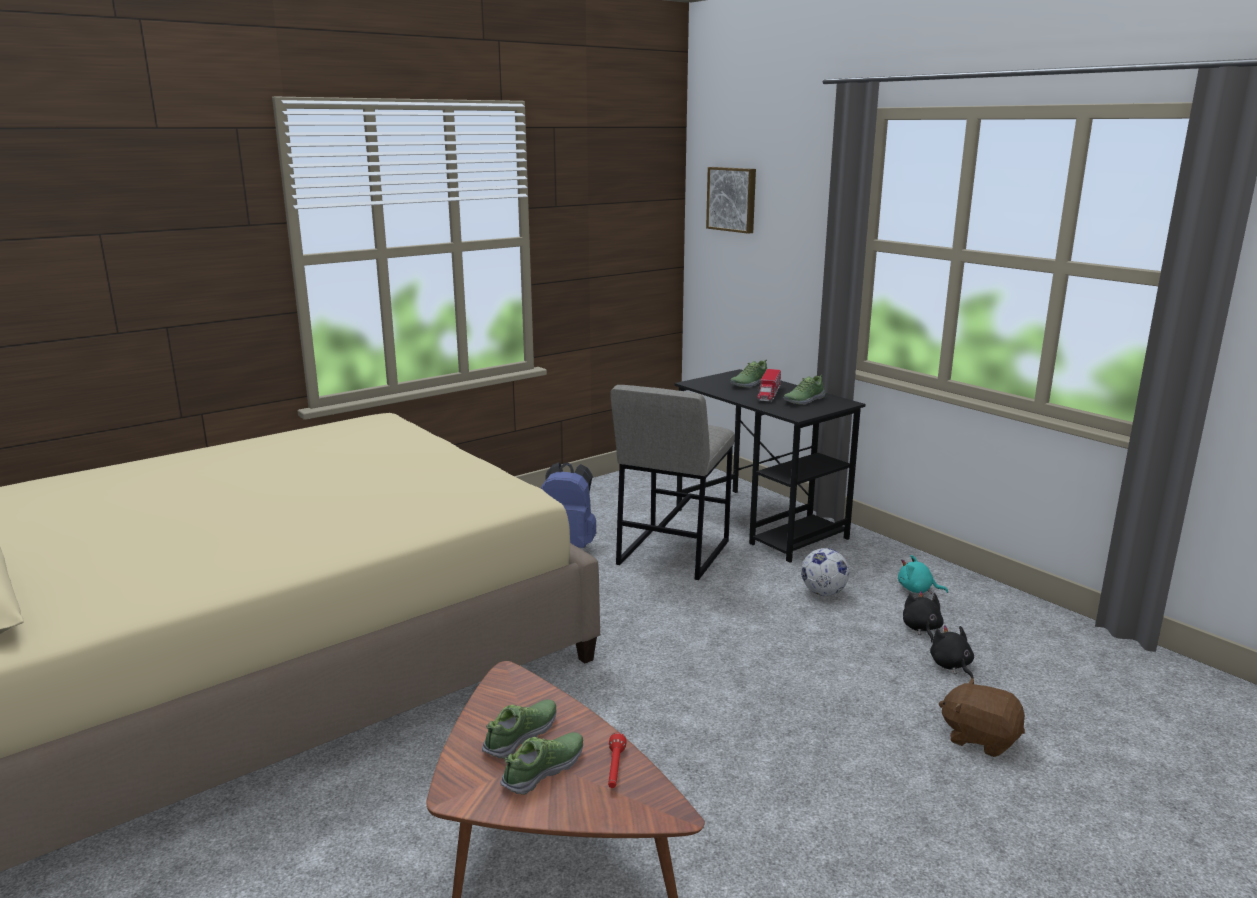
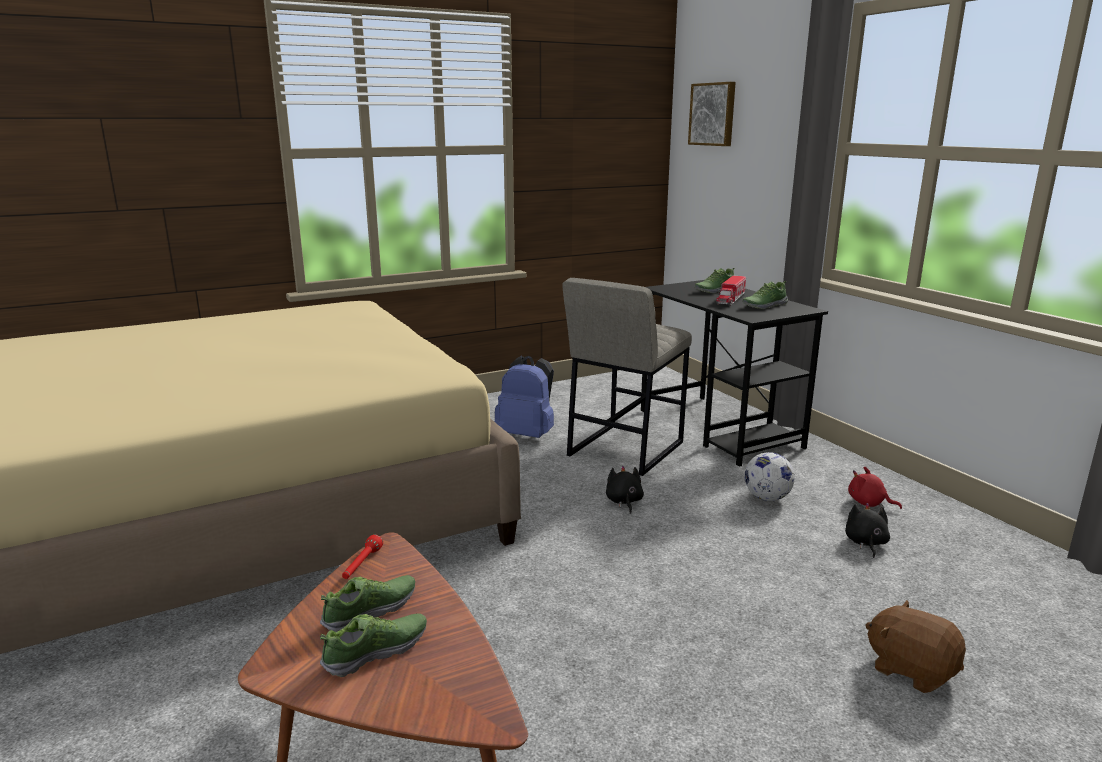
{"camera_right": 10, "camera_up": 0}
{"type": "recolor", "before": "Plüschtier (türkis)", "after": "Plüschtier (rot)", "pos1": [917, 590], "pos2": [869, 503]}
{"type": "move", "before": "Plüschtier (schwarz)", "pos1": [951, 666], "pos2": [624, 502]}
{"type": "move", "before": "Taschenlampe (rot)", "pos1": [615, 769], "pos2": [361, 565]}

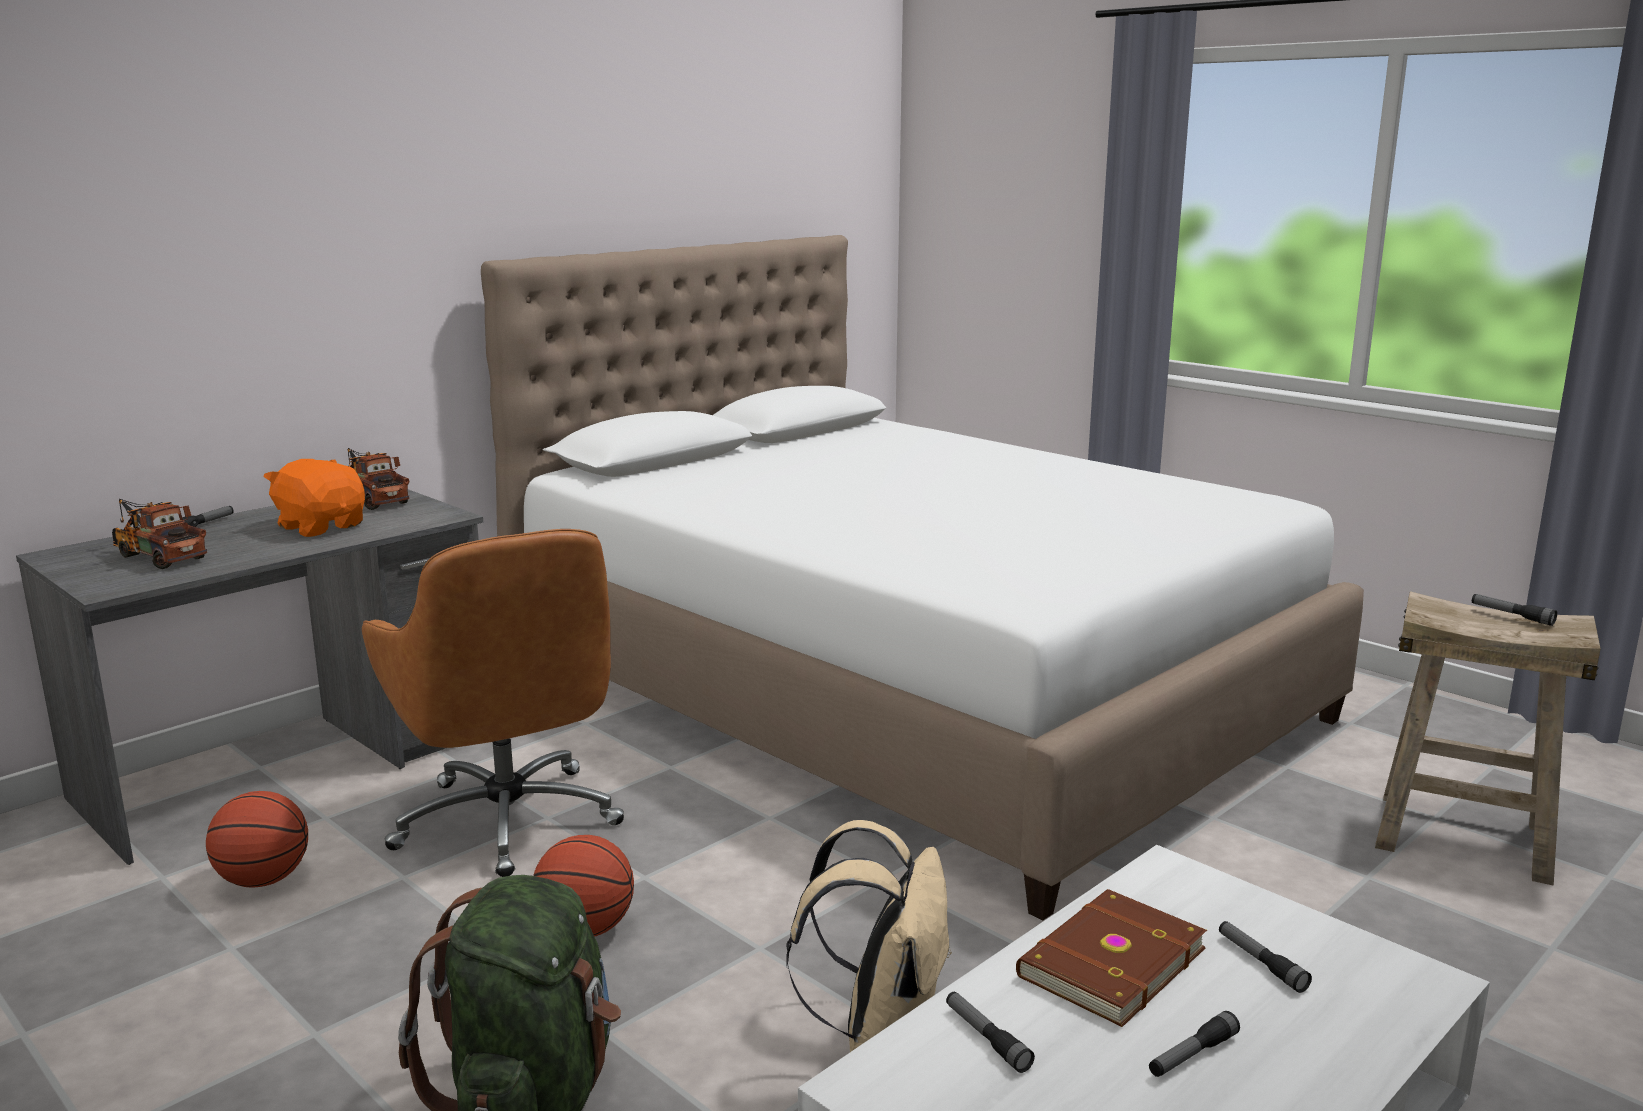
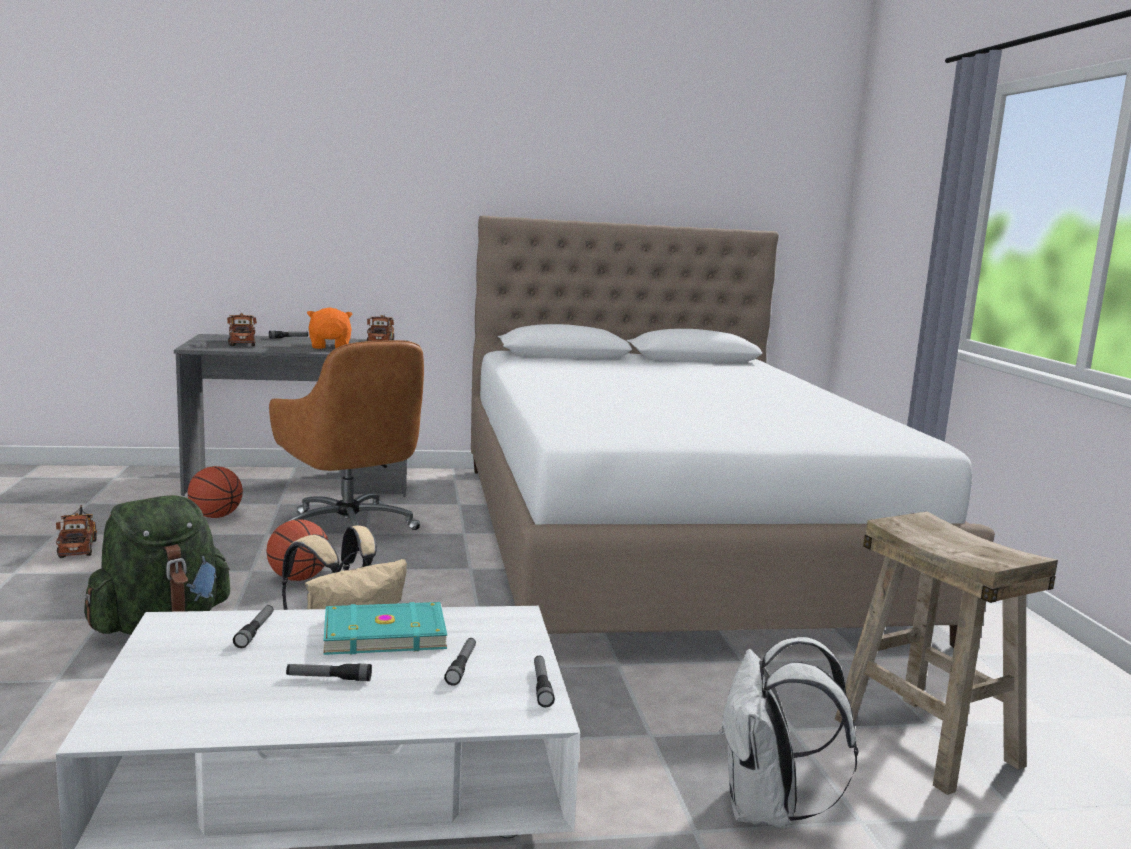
{"camera_right": 35, "camera_up": -5}
{"type": "rotate", "before": "Bürostuhl (braun)", "pos1": [506, 821], "pos2": [346, 528], "turn": -45}
{"type": "move", "before": "Taschenlampe", "pos1": [1511, 615], "pos2": [541, 686]}
{"type": "recolor", "before": "Buch (braun)", "after": "Buch (türkis)", "pos1": [1108, 961], "pos2": [383, 632]}
{"type": "insert", "after": "Spielzeuglaster", "pos2": [79, 546]}
{"type": "insert", "after": "Rucksack (weiß)", "pos2": [767, 810]}

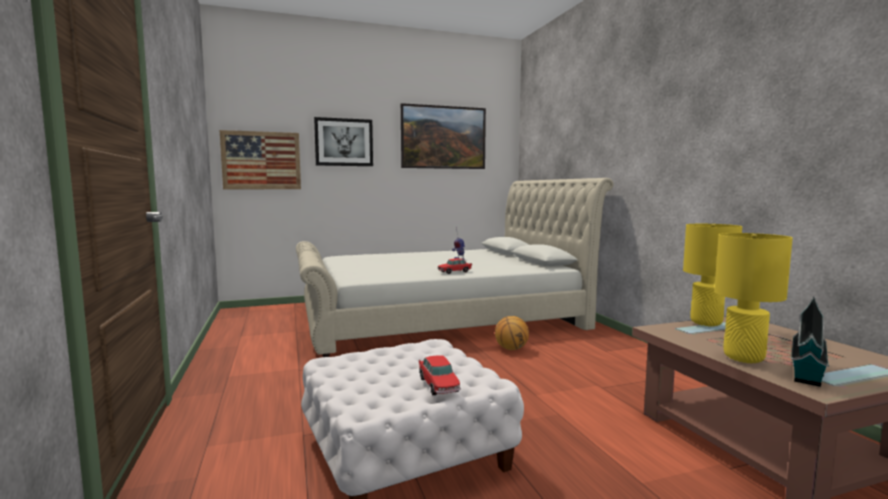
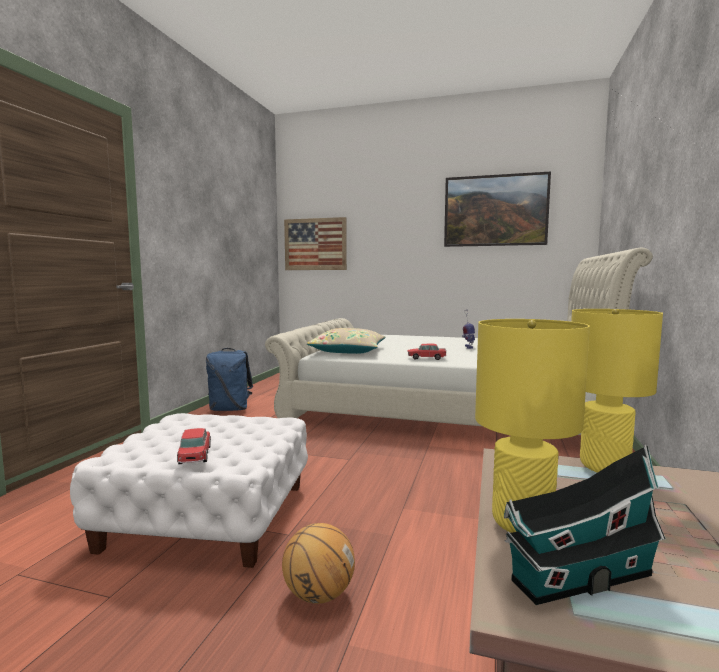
{"camera_right": 35, "camera_up": 0}
{"type": "delete", "before": "Bild", "pos1": [344, 142]}
{"type": "move", "before": "Basketball", "pos1": [511, 349], "pos2": [318, 595]}
{"type": "rotate", "before": "Spielzeugauto", "pos1": [438, 385], "pos2": [195, 455], "turn": 150}
{"type": "insert", "after": "Kissen (beige)", "pos2": [348, 351]}
{"type": "insert", "after": "Rucksack (blau)", "pos2": [230, 409]}

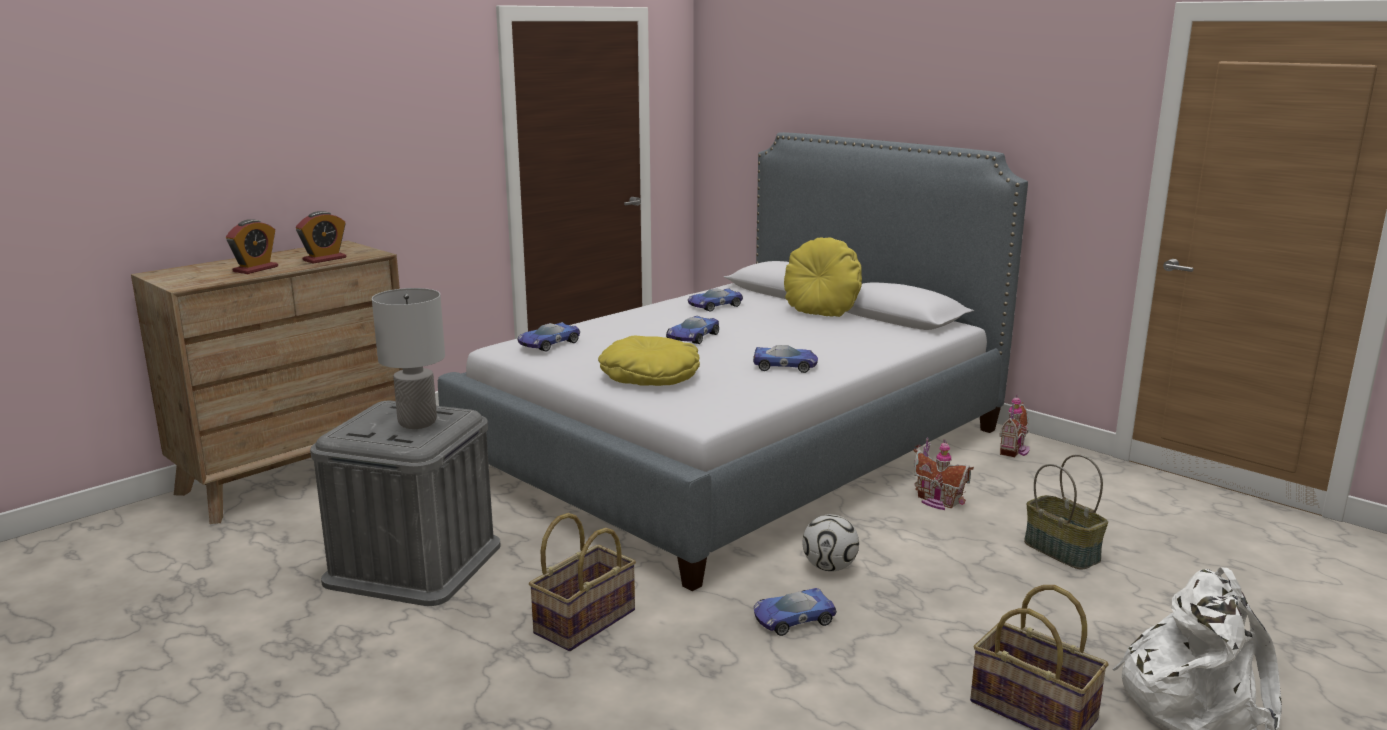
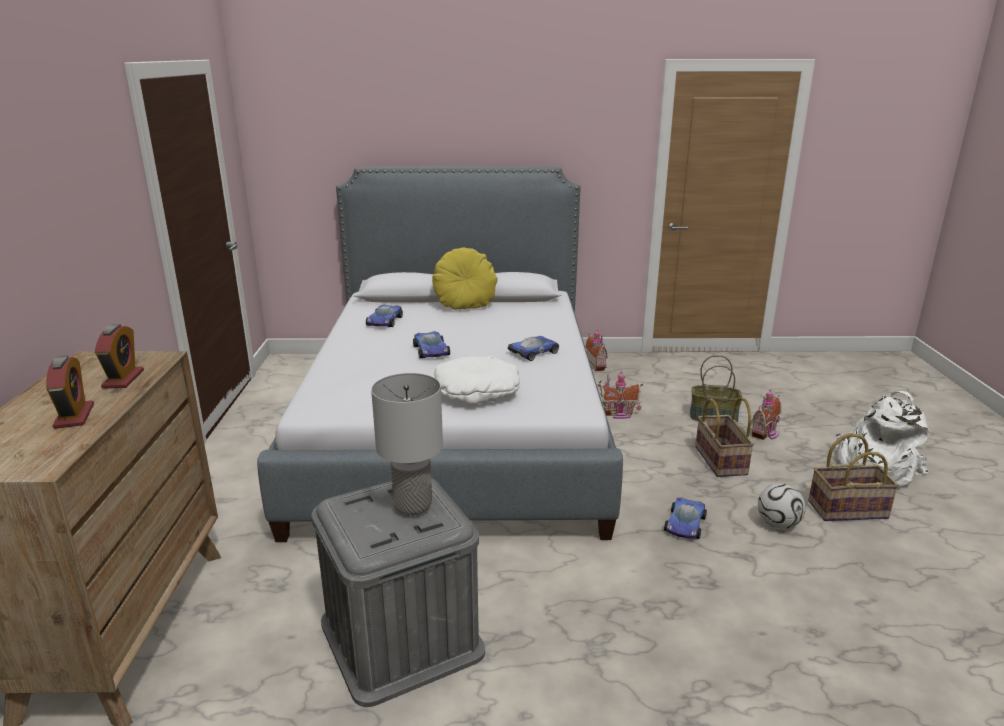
{"camera_right": -45, "camera_up": 5}
{"type": "delete", "before": "Spielzeugauto", "pos1": [548, 343]}
{"type": "recolor", "before": "Kissen (gelb)", "after": "Kissen (weiß)", "pos1": [651, 376], "pos2": [476, 391]}
{"type": "move", "before": "Korb", "pos1": [584, 621], "pos2": [719, 460]}
{"type": "move", "before": "Fußball", "pos1": [829, 567], "pos2": [778, 524]}
{"type": "insert", "after": "Spielzeughaus", "pos2": [766, 434]}

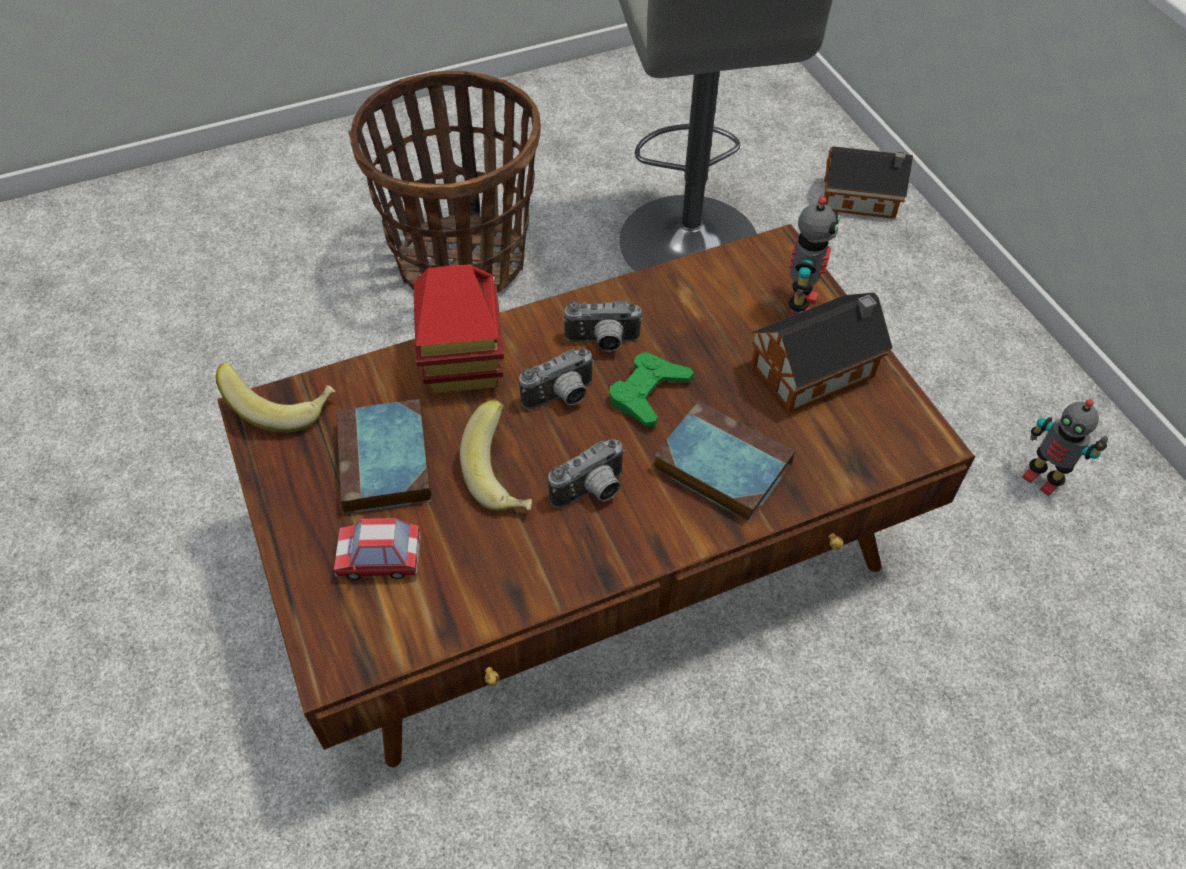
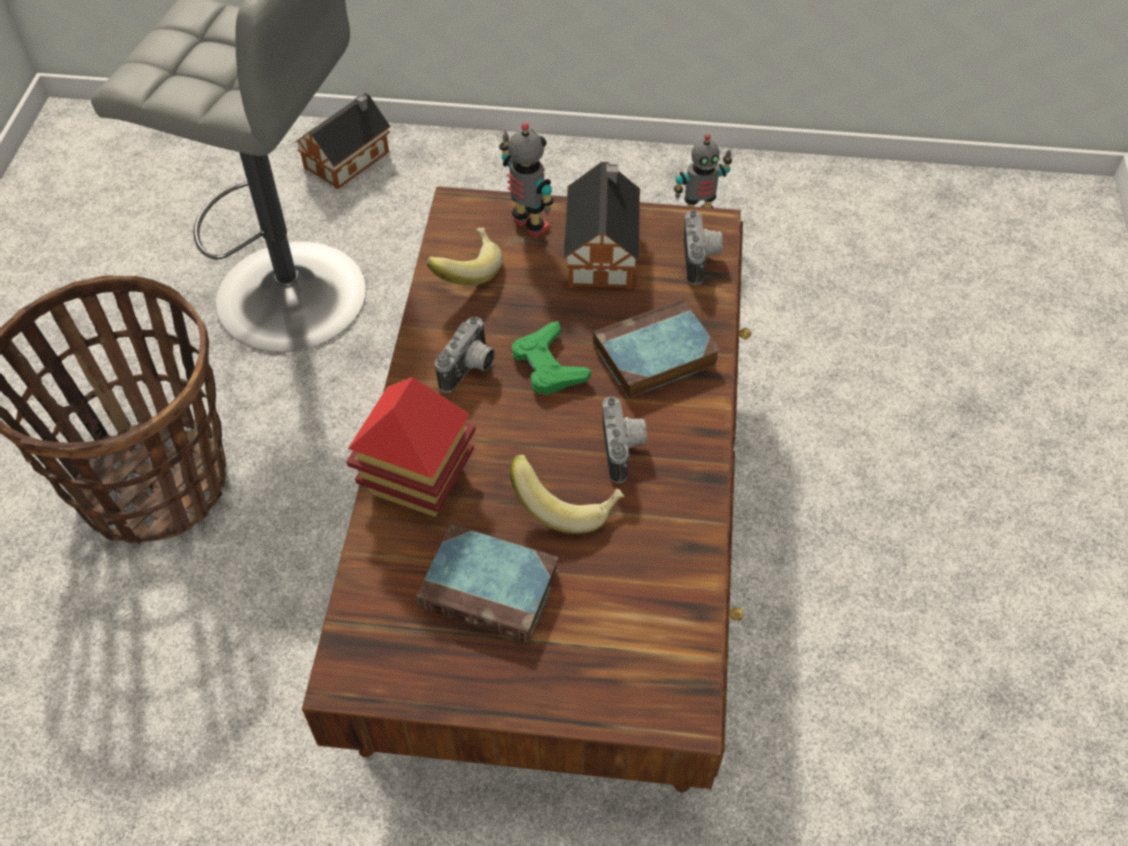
{"camera_right": -60, "camera_up": 0}
{"type": "move", "before": "Kamera", "pos1": [561, 398], "pos2": [701, 259]}
{"type": "move", "before": "Banane", "pos1": [283, 407], "pos2": [465, 270]}
{"type": "delete", "before": "Spielzeugauto", "pos1": [380, 559]}

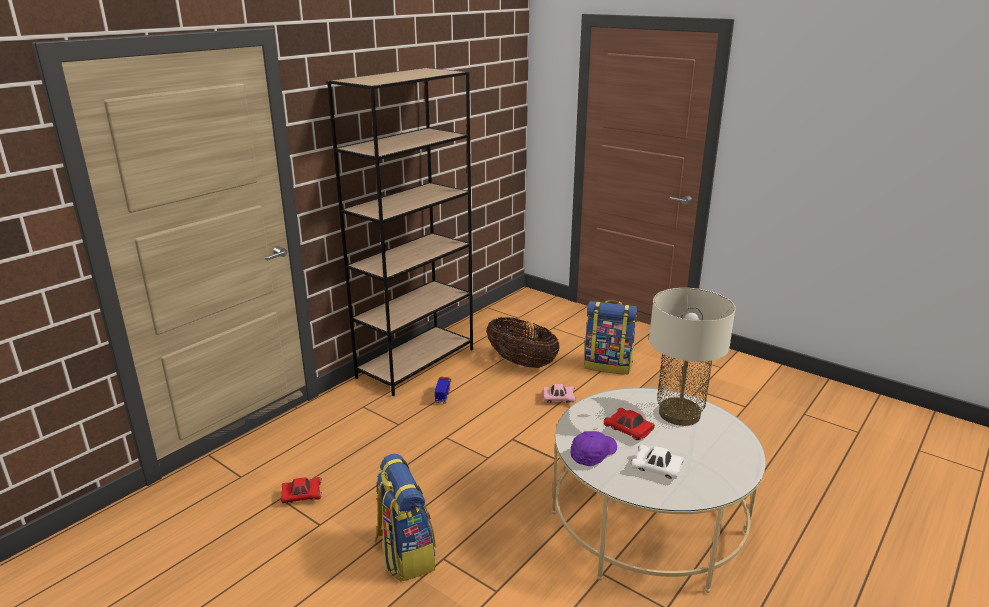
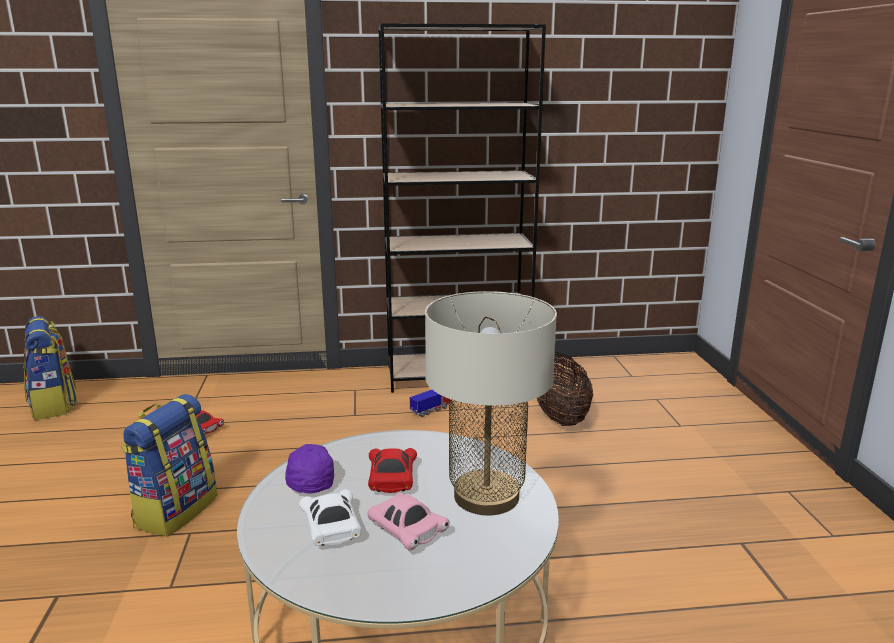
{"camera_right": 45, "camera_up": -5}
{"type": "move", "before": "Rucksack", "pos1": [608, 365], "pos2": [54, 405]}
{"type": "move", "before": "Spielzeugauto (rosa)", "pos1": [558, 399], "pos2": [407, 532]}
{"type": "rotate", "before": "Kappe (lila)", "pos1": [592, 454], "pos2": [309, 478], "turn": -105}

